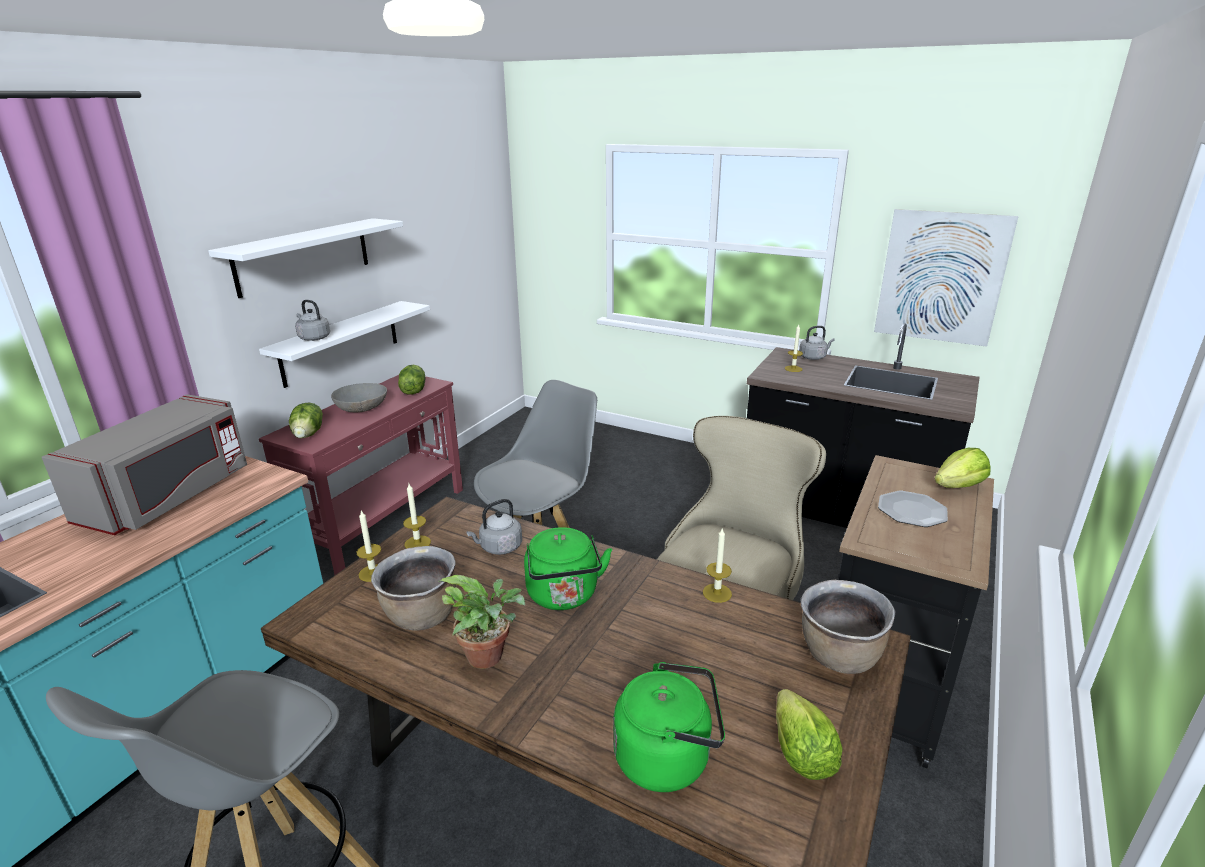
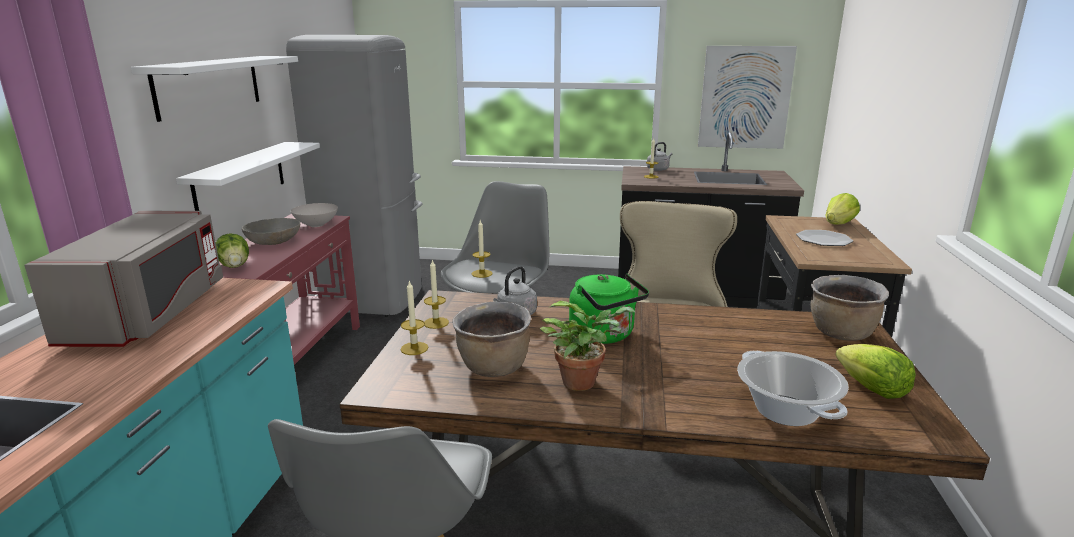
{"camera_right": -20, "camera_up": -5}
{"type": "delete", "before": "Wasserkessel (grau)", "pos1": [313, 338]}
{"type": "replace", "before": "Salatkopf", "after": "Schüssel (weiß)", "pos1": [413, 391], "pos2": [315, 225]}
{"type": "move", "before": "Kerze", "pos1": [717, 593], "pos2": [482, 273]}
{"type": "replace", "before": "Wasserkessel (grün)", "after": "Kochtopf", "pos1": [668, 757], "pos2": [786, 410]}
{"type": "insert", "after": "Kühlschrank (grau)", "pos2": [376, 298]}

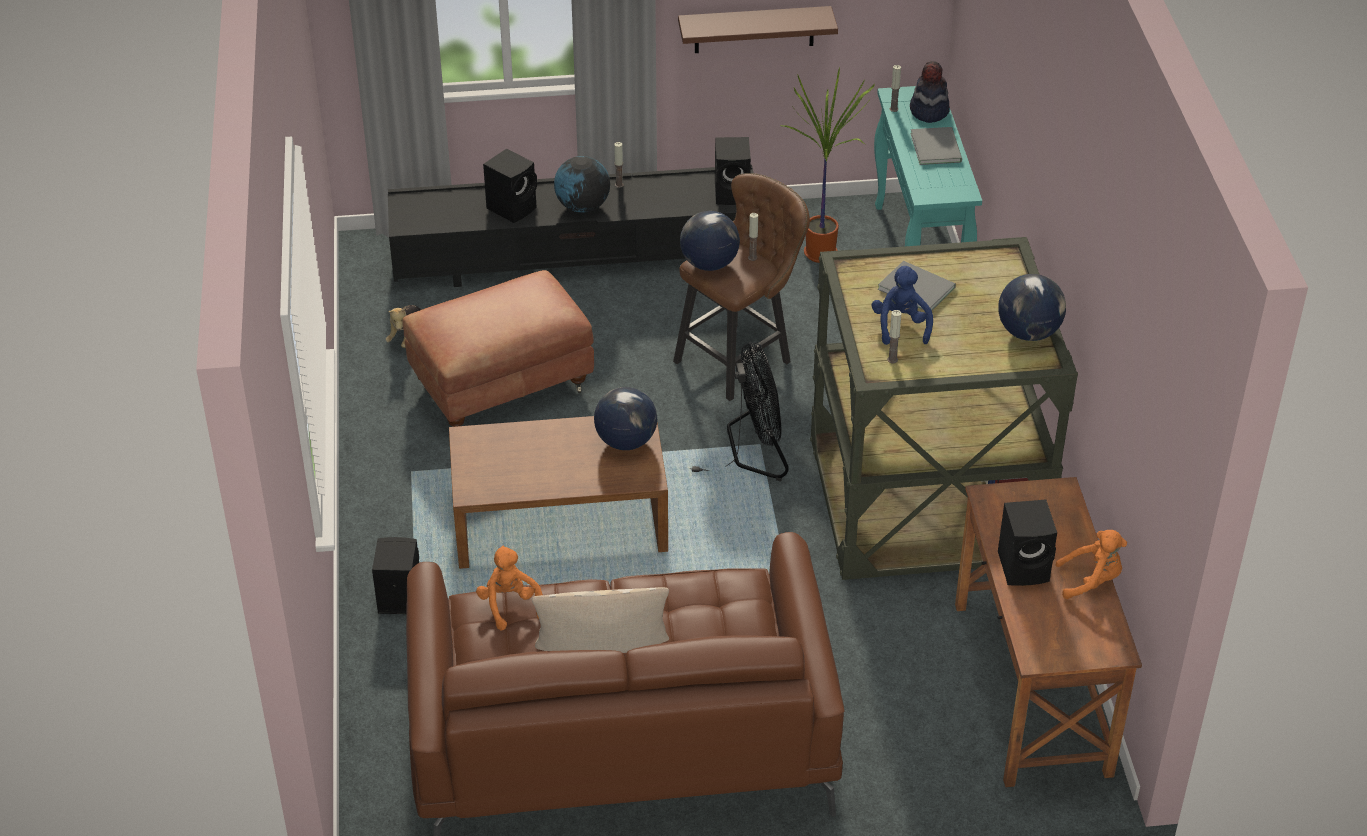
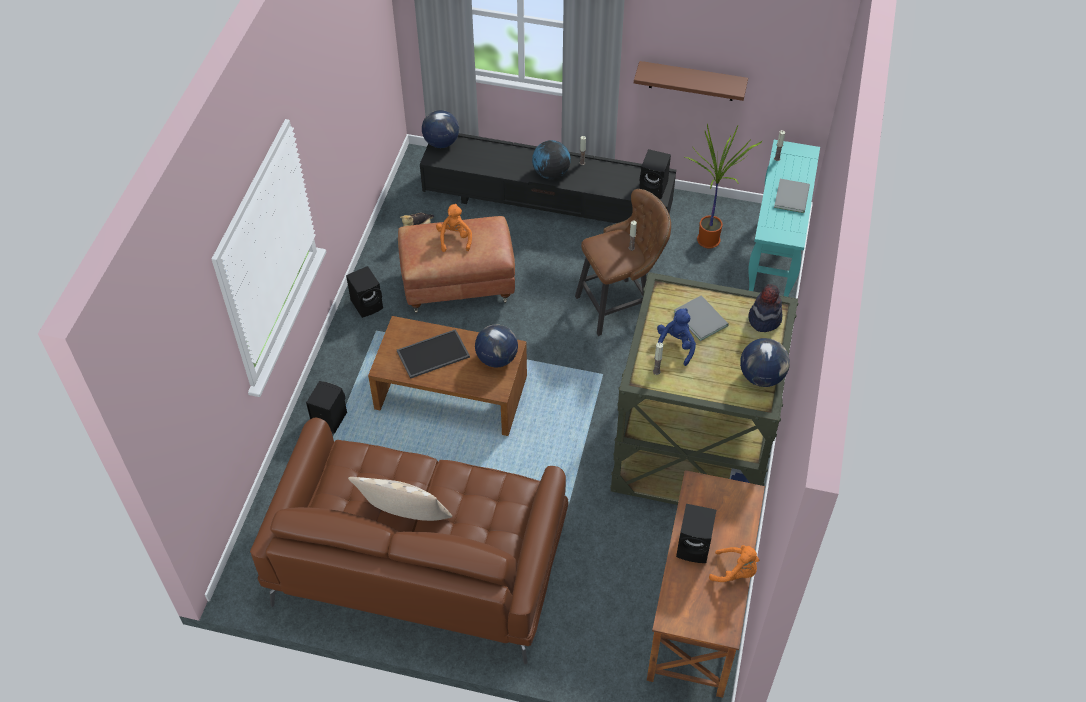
{"camera_right": 20, "camera_up": 10}
{"type": "move", "before": "Hut", "pos1": [928, 111], "pos2": [764, 319]}
{"type": "move", "before": "Lautsprecher (schwarz)", "pos1": [513, 207], "pos2": [368, 304]}
{"type": "move", "before": "Globus", "pos1": [709, 263], "pos2": [441, 142]}
{"type": "delete", "before": "Ventilator (schwarz)", "pos1": [748, 448]}
{"type": "move", "before": "Plüschtier (orange)", "pos1": [509, 605], "pos2": [454, 238]}
{"type": "insert", "after": "Tablett", "pos2": [433, 355]}

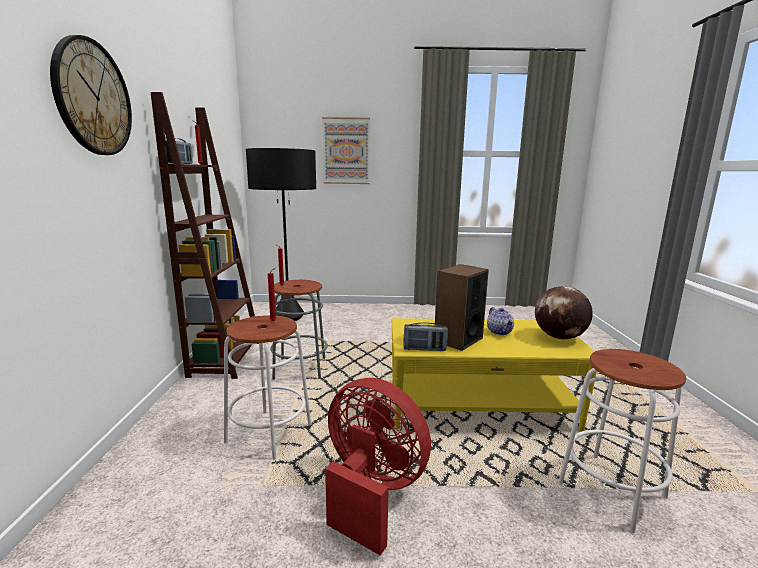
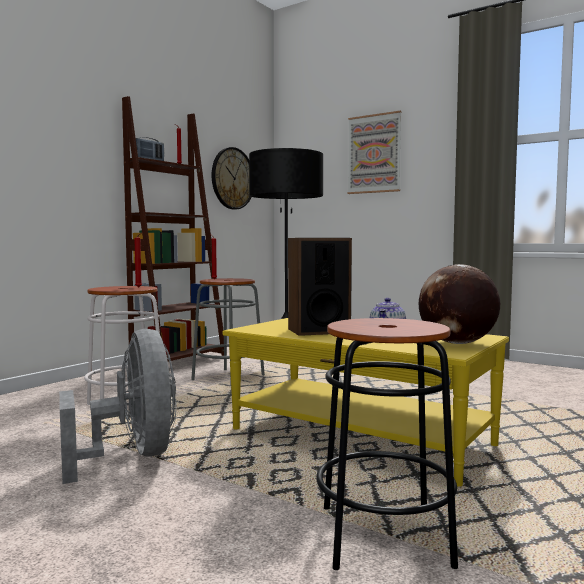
{"camera_right": 35, "camera_up": -10}
{"type": "move", "before": "Wanduhr", "pos1": [93, 98], "pos2": [232, 178]}
{"type": "delete", "before": "Radio", "pos1": [424, 349]}
{"type": "recolor", "before": "Hocker (weiß)", "after": "Hocker (schwarz)", "pos1": [611, 490], "pos2": [384, 536]}
{"type": "recolor", "before": "Ventilator (rot)", "after": "Ventilator (grau)", "pos1": [371, 492], "pos2": [133, 456]}

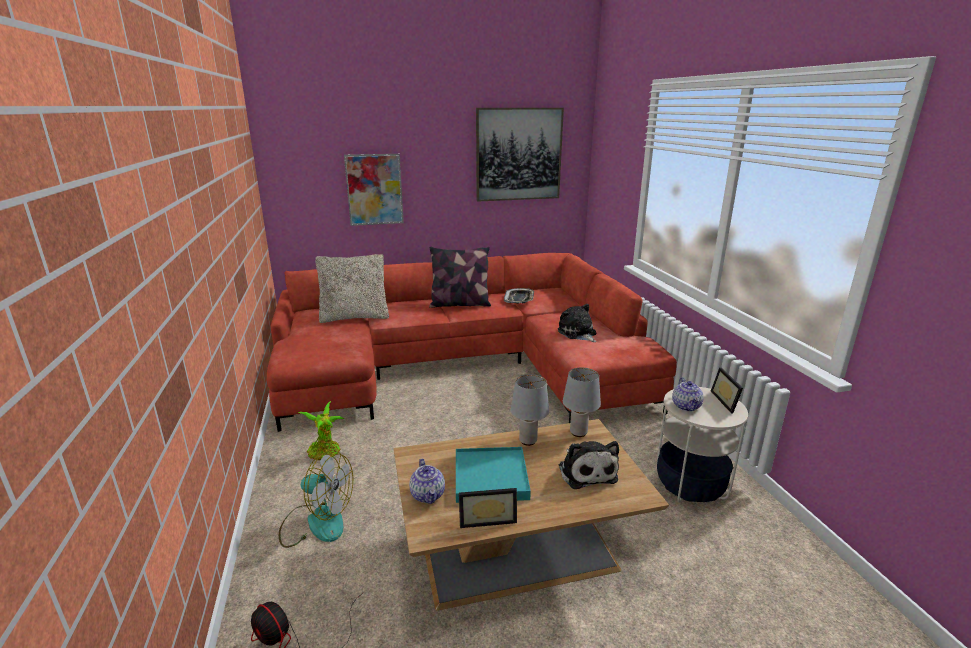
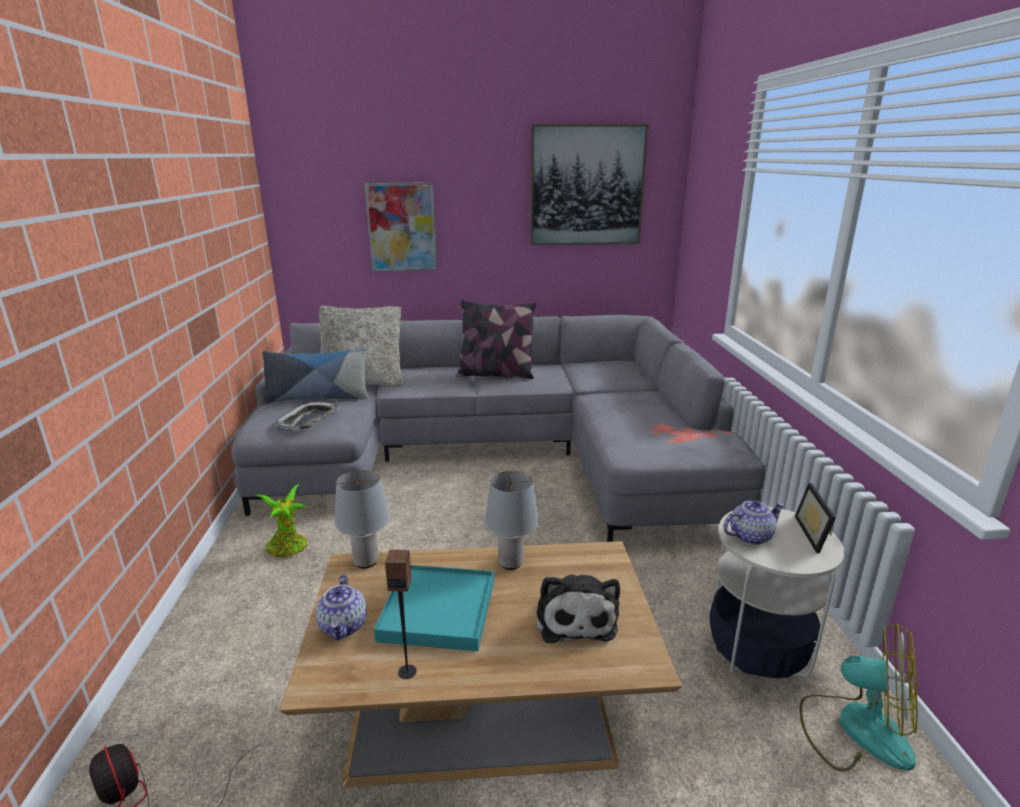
{"camera_right": 10, "camera_up": 0}
{"type": "recolor", "before": "Sofa (rot)", "after": "Sofa (grau)", "pos1": [464, 366], "pos2": [497, 453]}
{"type": "move", "before": "Tablett", "pos1": [519, 299], "pos2": [308, 420]}
{"type": "delete", "before": "Plüschtier", "pos1": [578, 333]}
{"type": "move", "before": "Tischlampe (grau)", "pos1": [578, 432], "pos2": [366, 561]}
{"type": "rotate", "before": "Teekanne", "pos1": [686, 406], "pos2": [750, 536], "turn": -120}
{"type": "move", "before": "Ventilator", "pos1": [316, 522], "pos2": [855, 729]}
{"type": "replace", "before": "Bilderrahmen", "after": "Lautsprecher", "pos1": [487, 518], "pos2": [407, 671]}
{"type": "insert", "after": "Kissen", "pos2": [317, 397]}

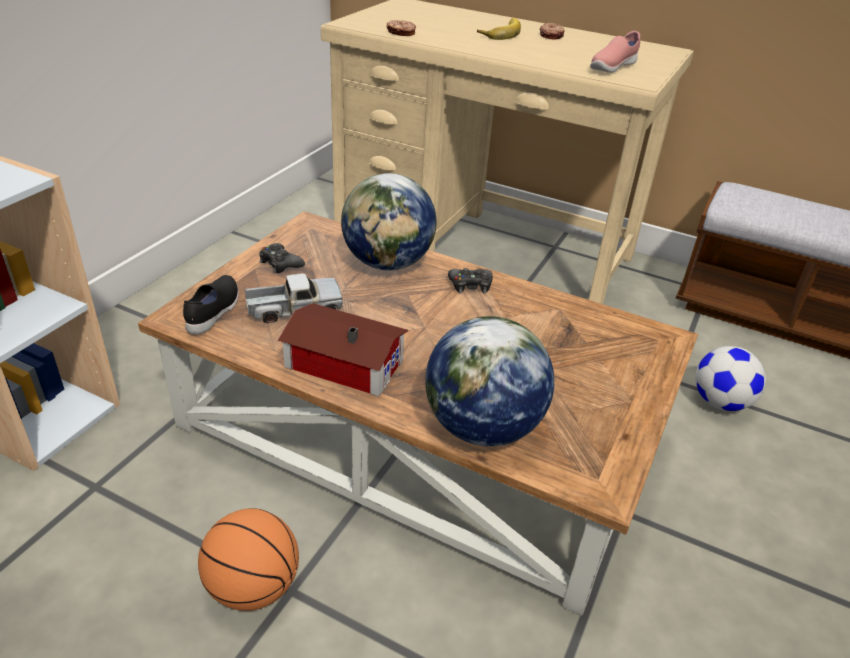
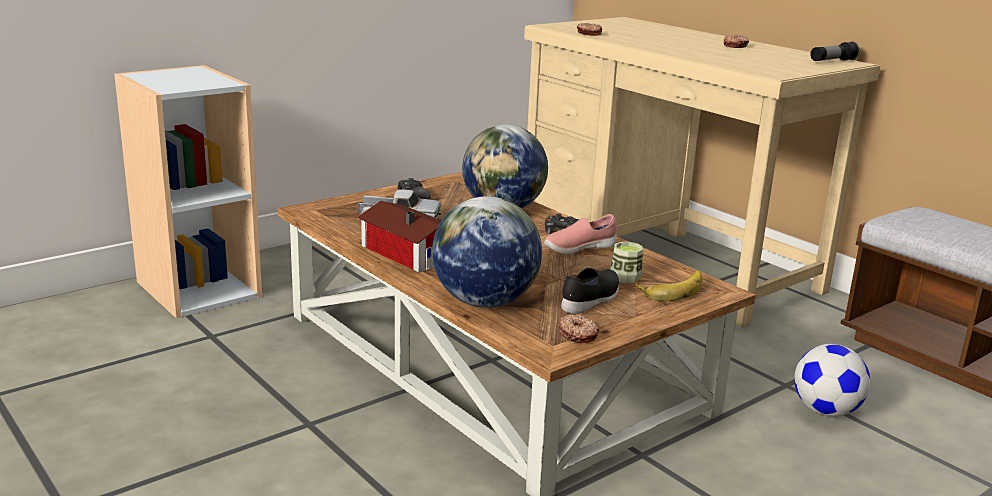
{"camera_right": 25, "camera_up": -15}
{"type": "move", "before": "Banane", "pos1": [499, 33], "pos2": [670, 289]}
{"type": "move", "before": "Schuh (rosa)", "pos1": [612, 68], "pos2": [579, 249]}
{"type": "move", "before": "Schuh (schwarz)", "pos1": [214, 313], "pos2": [591, 301]}
{"type": "delete", "before": "Basketball", "pos1": [253, 587]}
{"type": "insert", "after": "Taschenlampe", "pos2": [832, 61]}
{"type": "insert", "after": "Tasse", "pos2": [625, 278]}
{"type": "insert", "after": "Donut", "pos2": [578, 334]}

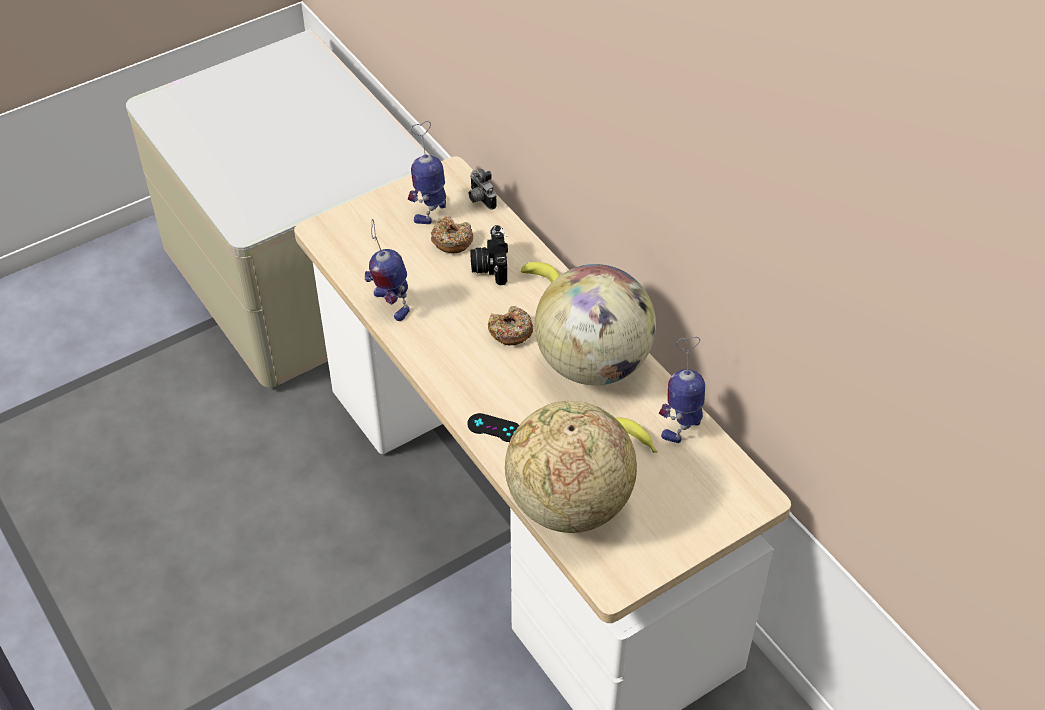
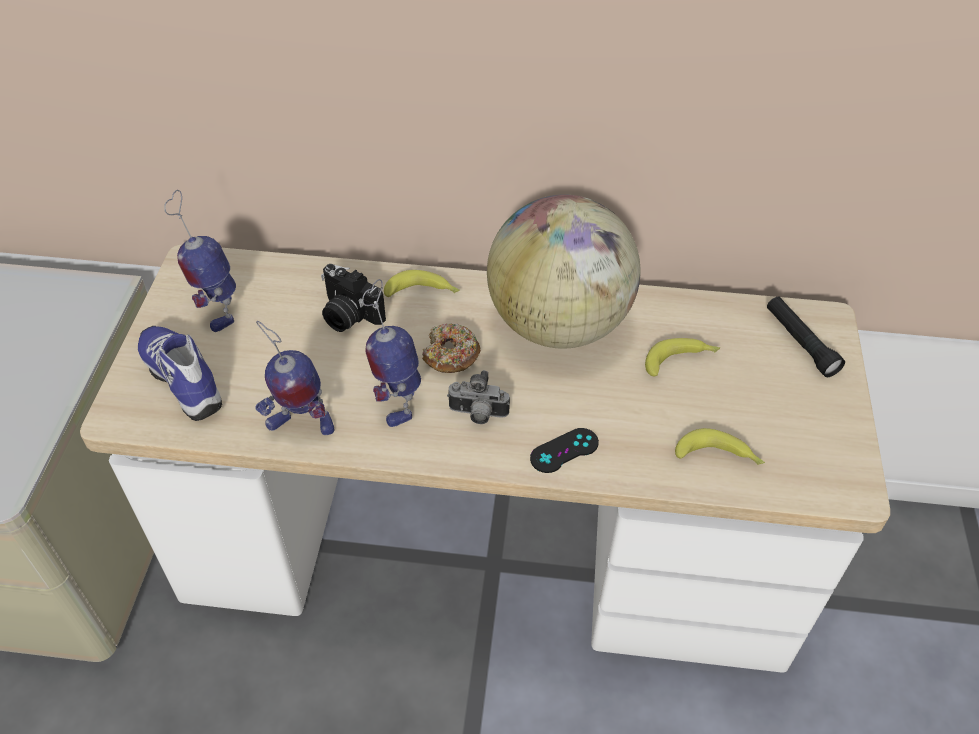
{"camera_right": -50, "camera_up": 0}
{"type": "move", "before": "Kamera", "pos1": [479, 199], "pos2": [477, 415]}
{"type": "delete", "before": "Donut", "pos1": [452, 240]}
{"type": "move", "before": "Spielzeugroboter", "pos1": [683, 426], "pos2": [397, 399]}
{"type": "replace", "before": "Globus", "after": "Banane", "pos1": [568, 503], "pos2": [719, 457]}
{"type": "insert", "after": "Taschenlampe (schwarz)", "pos2": [800, 342]}
{"type": "insert", "after": "Schuh", "pos2": [185, 379]}

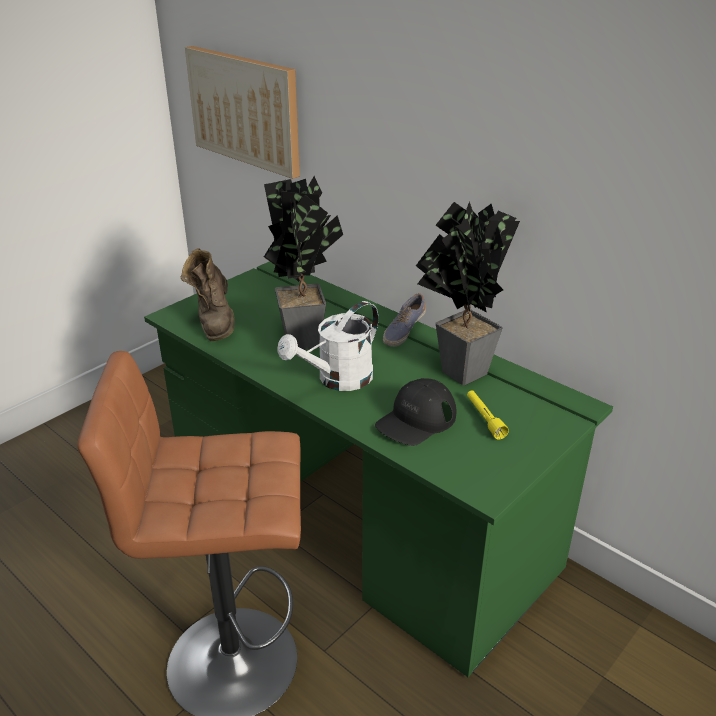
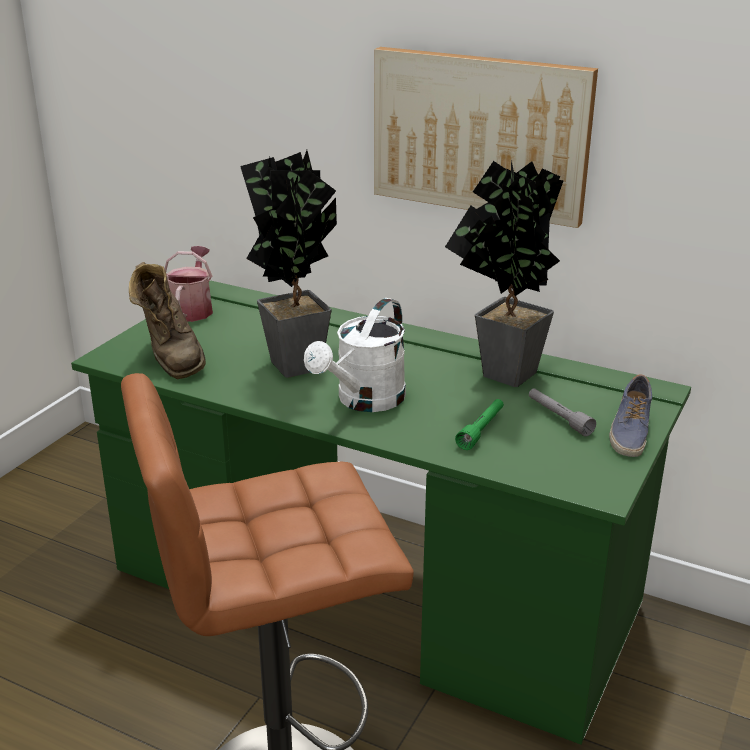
{"camera_right": -15, "camera_up": -5}
{"type": "move", "before": "Bild", "pos1": [245, 109], "pos2": [480, 134]}
{"type": "move", "before": "Schuh", "pos1": [403, 331], "pos2": [629, 431]}
{"type": "replace", "before": "Kappe (schwarz)", "after": "Taschenlampe (grün)", "pos1": [416, 420], "pos2": [481, 430]}
{"type": "recolor", "before": "Taschenlampe (gelb)", "after": "Taschenlampe (grau)", "pos1": [484, 419], "pos2": [559, 418]}
{"type": "insert", "after": "Gießkanne", "pos2": [192, 309]}

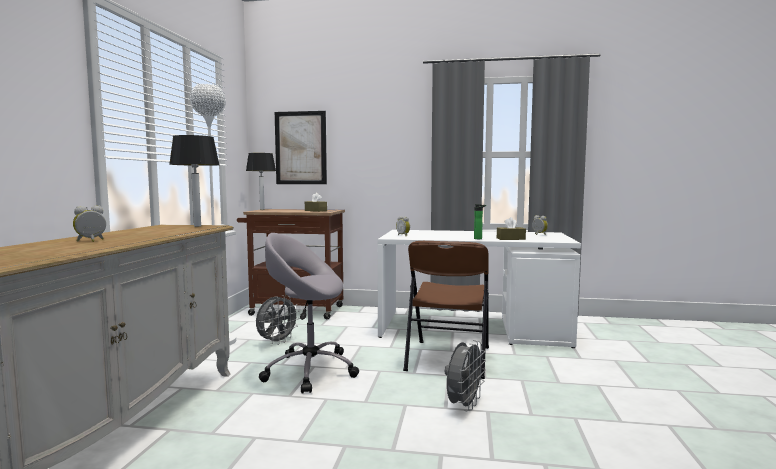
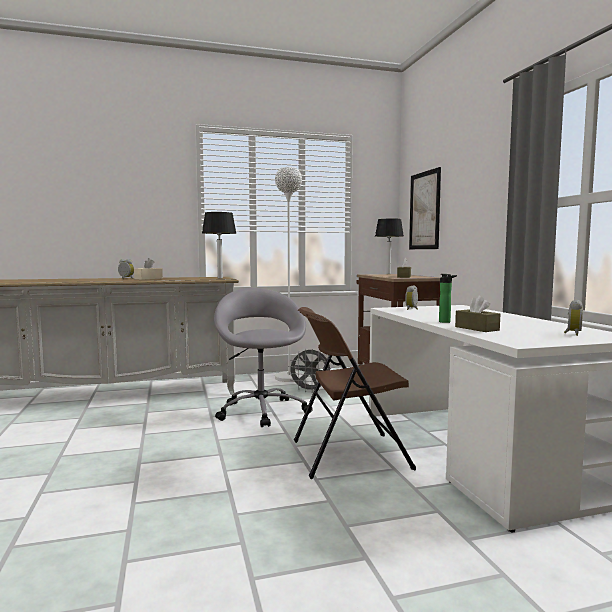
{"camera_right": 65, "camera_up": 0}
{"type": "delete", "before": "Ventilator (grau)", "pos1": [463, 406]}
{"type": "insert", "after": "Taschentuchbox (beige)", "pos2": [148, 279]}

